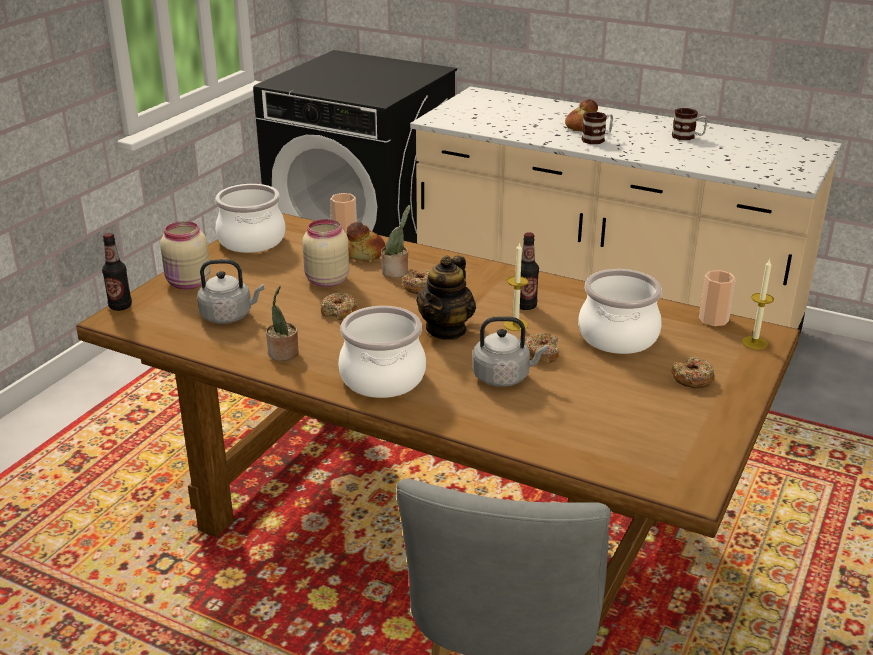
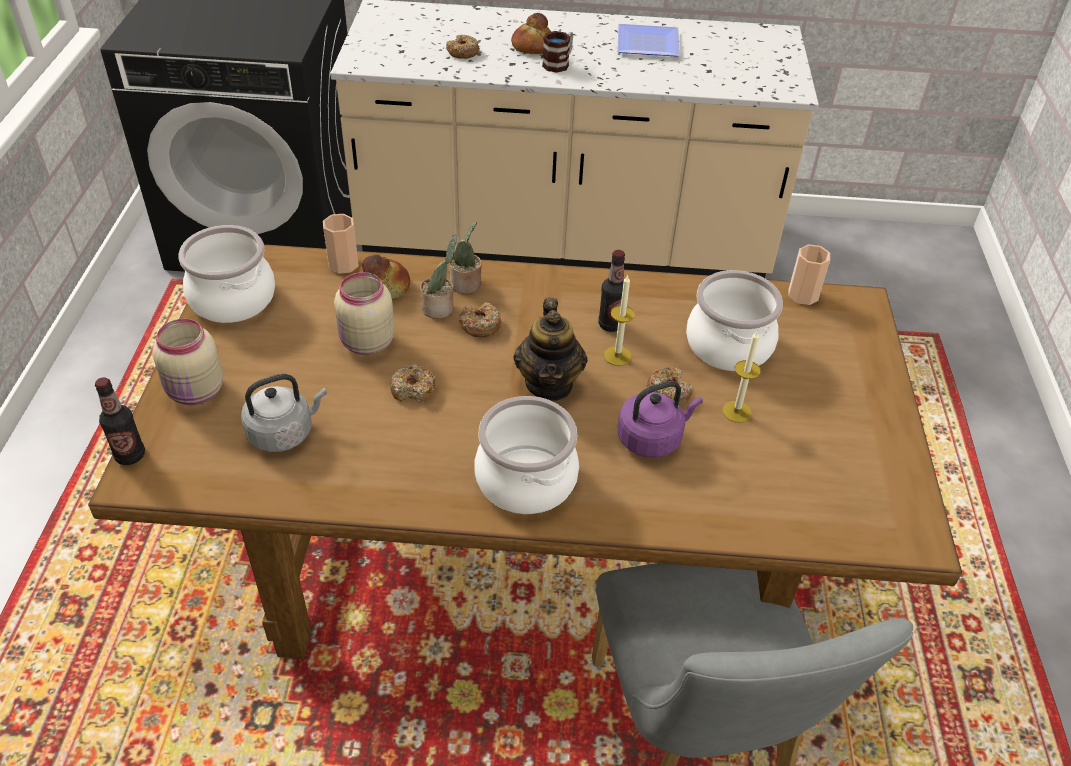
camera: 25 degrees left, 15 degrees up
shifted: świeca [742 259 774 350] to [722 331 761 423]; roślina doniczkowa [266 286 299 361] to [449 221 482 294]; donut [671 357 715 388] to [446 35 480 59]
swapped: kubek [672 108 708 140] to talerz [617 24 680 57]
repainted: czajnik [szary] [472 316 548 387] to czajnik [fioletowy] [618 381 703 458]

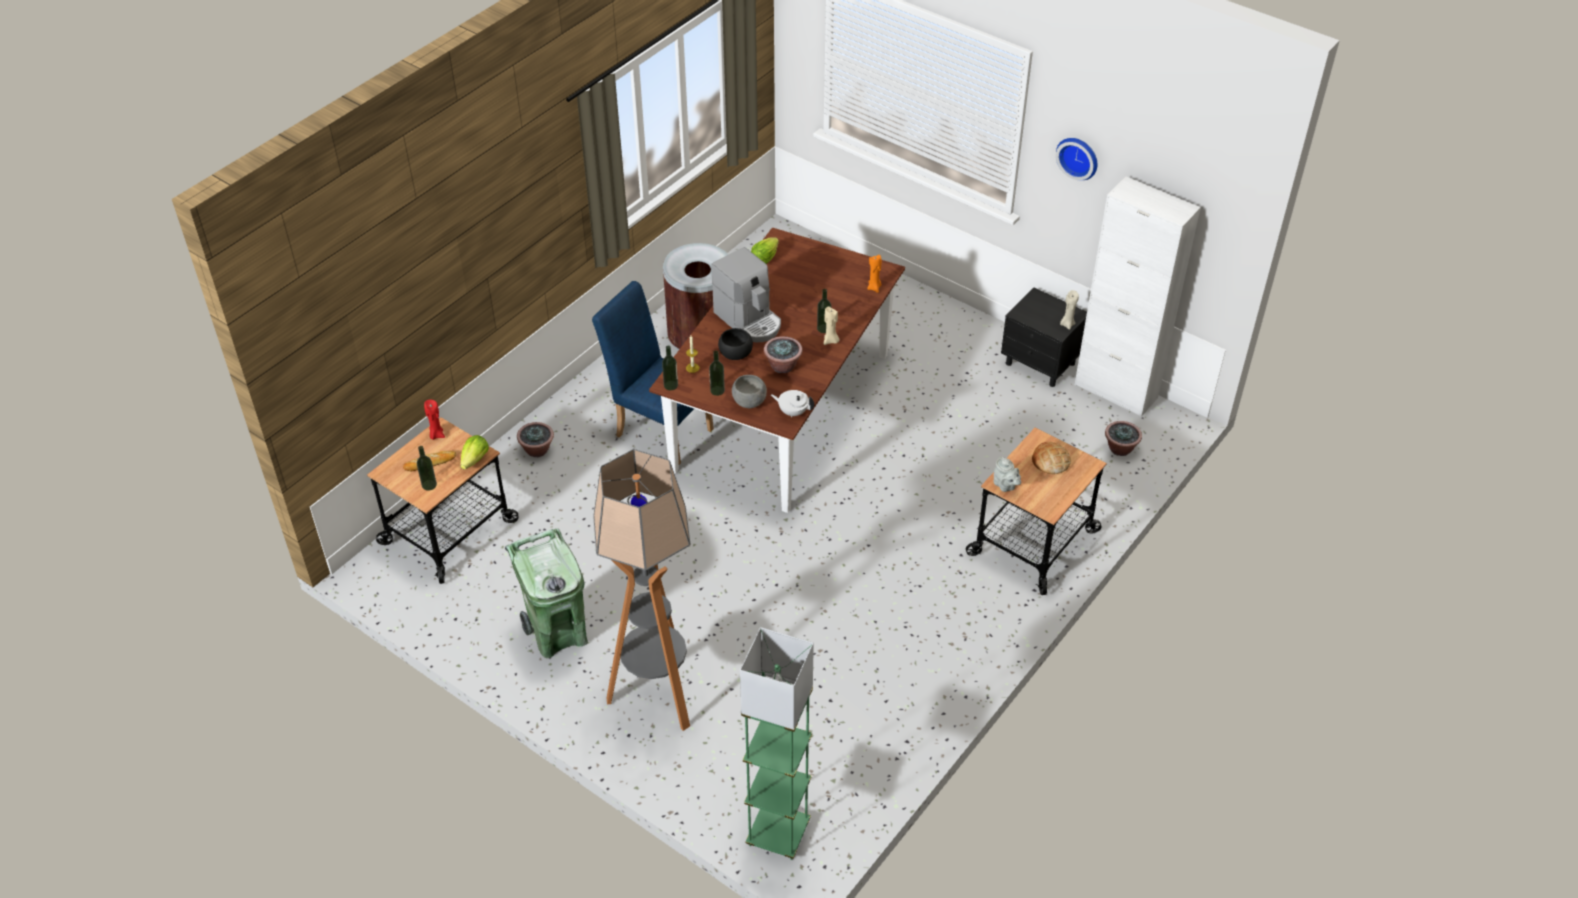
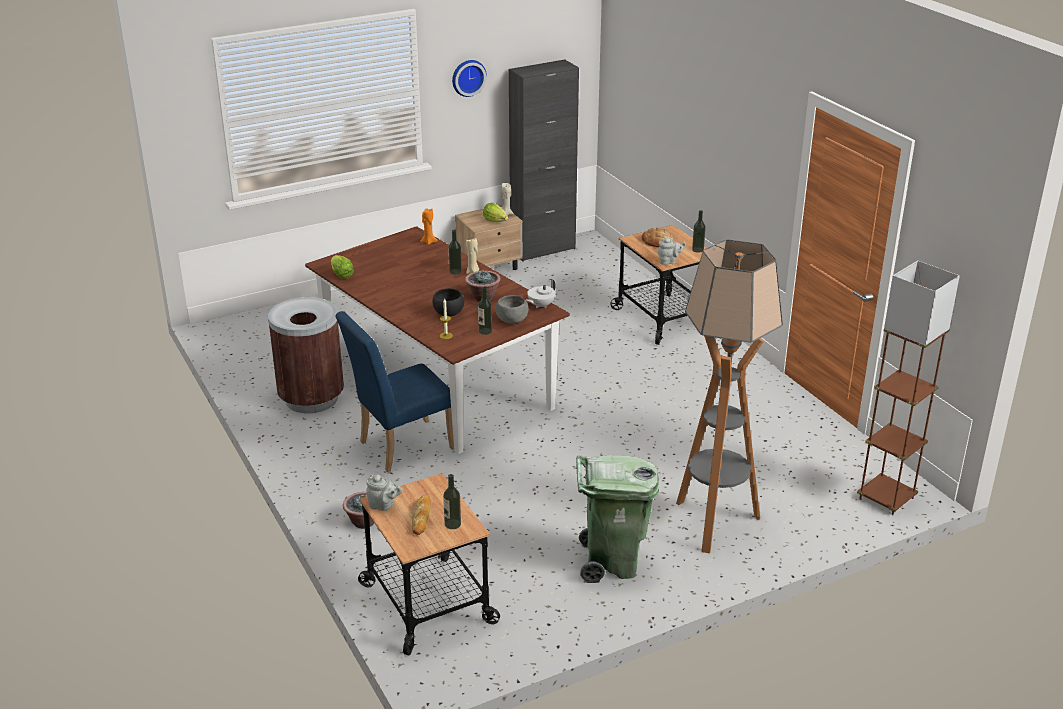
camera: 65 degrees left, 15 degrees down
gone: ekspres do kawy [711 247 781 342]; roślina doniczkowa [1105 421 1142 456]
shifted: butelka [662 345 678 390] to [692 210 706 253]; sałata [460 435 489 470] to [483 203 508 222]
swapped: świeca [czerwony] [424 400 445 440] to imbryk [szary] [366 475 403 511]
repainted: szafka [biały] [1075 177 1201 417] to szafka [czarny] [509 59 579 261]; szafka nocna [czarny] [1001 288 1087 387] to szafka nocna [beżowy] [455 205 523 270]; lampa stojąca [zielony] [740 627 814 860] to lampa stojąca [brązowy] [857 260 960 515]

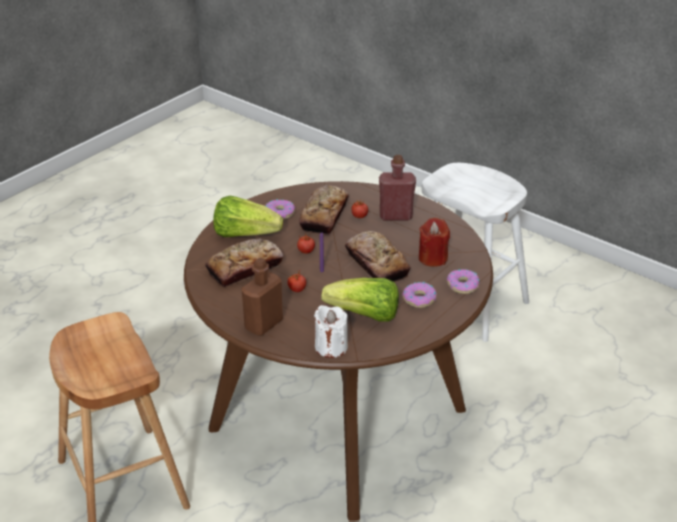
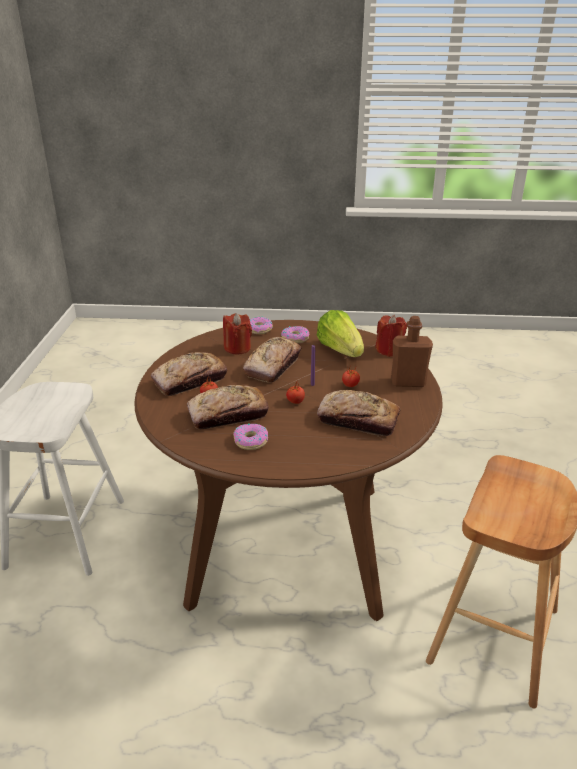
camera: 125 degrees left, 5 degrees down
gone: sałata [213 196 283 237]
swapped: butelka [czerwony] [379 155 416 220] to chleb [151 352 227 396]
repainted: świeca [biały] [314 305 348 358] to świeca [czerwony] [375 315 407 357]

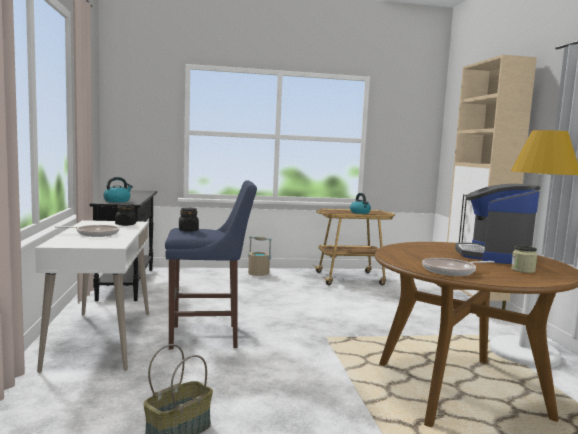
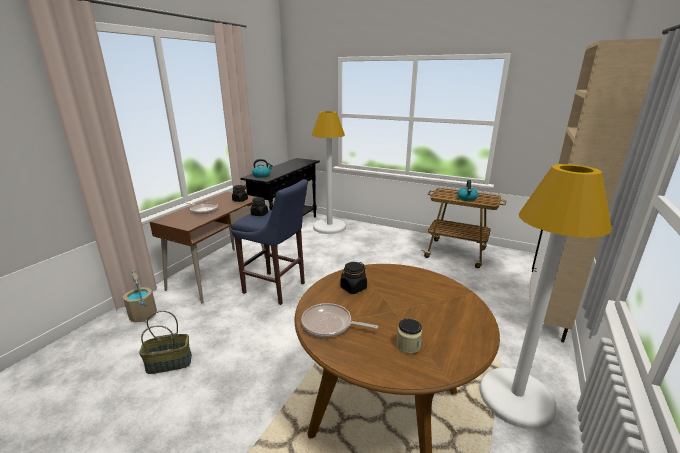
camera: 35 degrees right, 15 degrees up
gone: ekspres do kawy [455 184 540 264]
new: lampa stojąca [biały] [311 111 346 234]; słoik [czarny] [340 262 367 294]
shifted: wiadro [beżowy] [248 236 272 276] to [123 270 157 323]
repainted: biurko [biały] [35 220 149 373] to biurko [brązowy] [150 192 266 304]

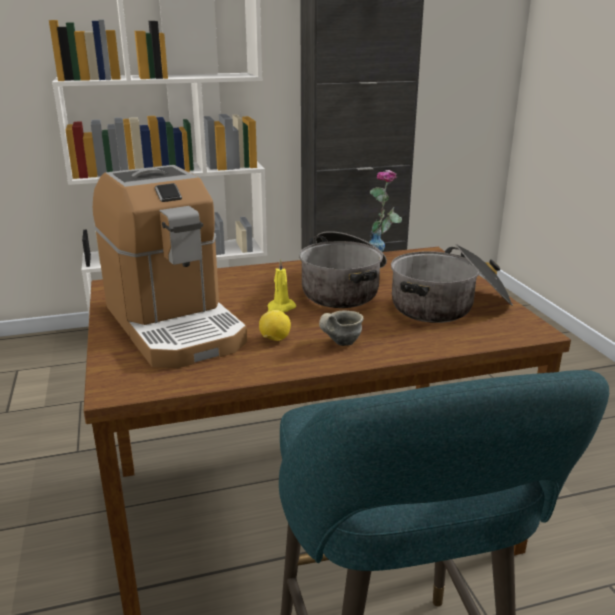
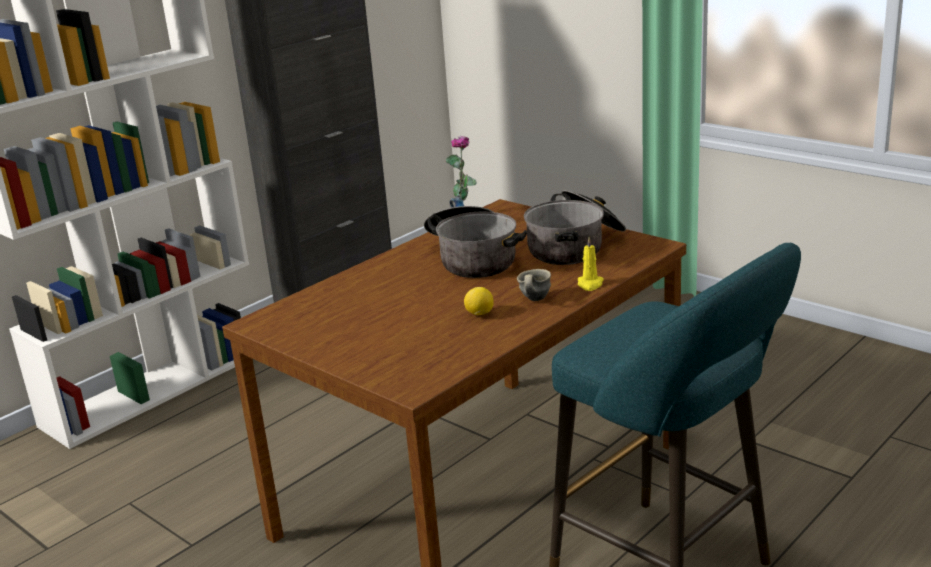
camera: 30 degrees left, 0 degrees up
gone: ekspres do kawy [93 165 247 368]
shifted: świeca [żółty] [267 259 296 313] to [578 237 604 291]

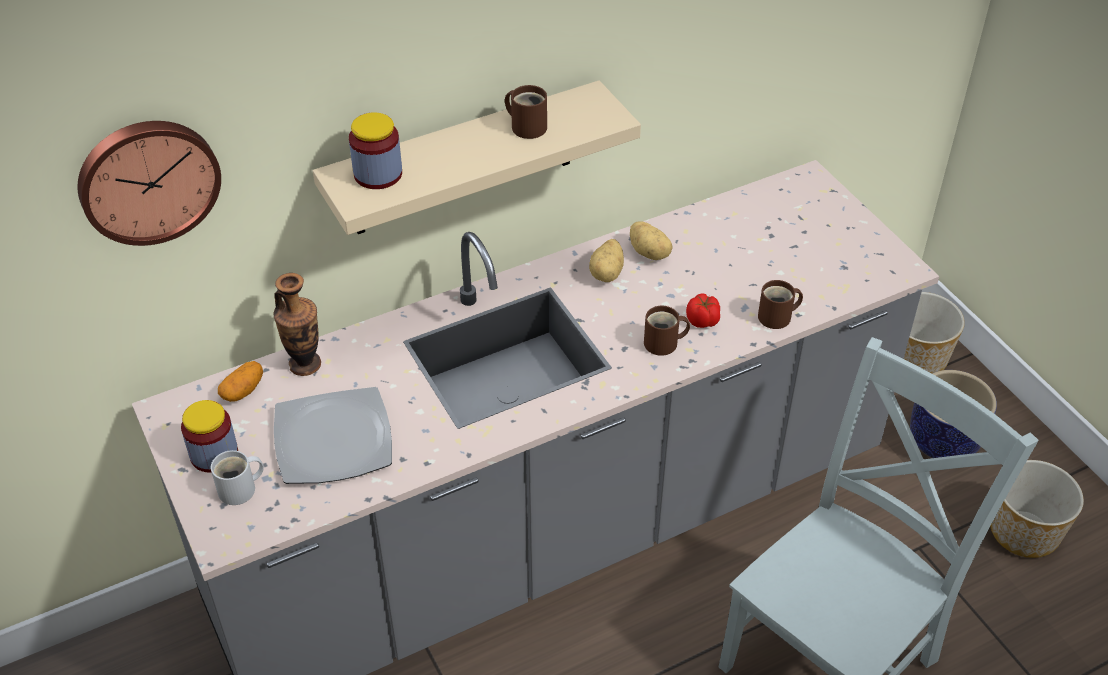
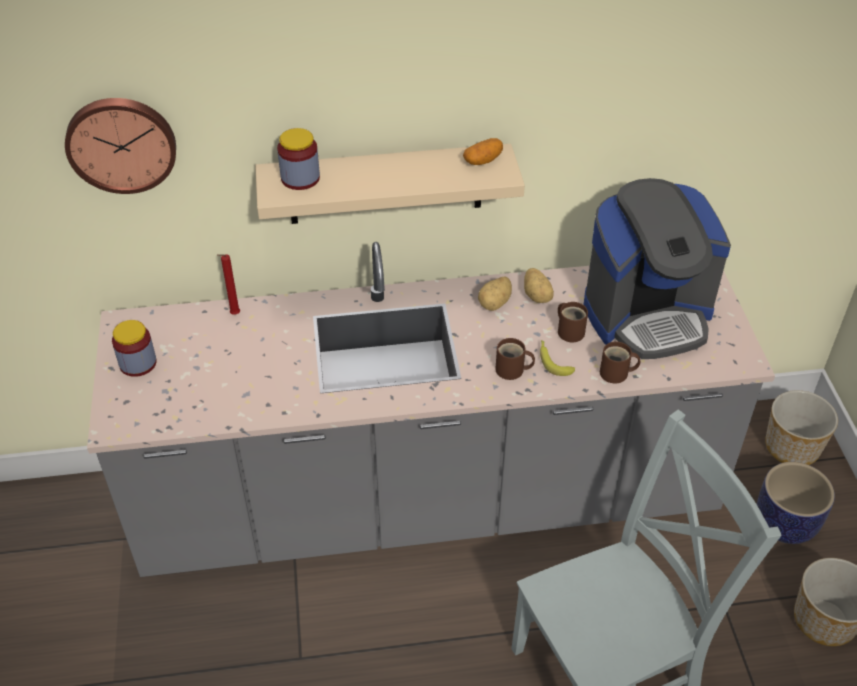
camera: 20 degrees right, 0 degrees up
gone: talerz [274 387 392 484]; kubek [biały] [211 450 264 505]
new: ekspres do kawy [583 178 731 359]
shifted: kubek [brązowy] [505 85 547 139] to [558 302 588 342]; ziemniak [218 361 263 402] to [463 138 503 165]
swapped: wazon [273 273 321 376] to świeca [czerwony] [217 254 240 315]; pomidor [686 293 720 328] to banan [540 340 575 376]

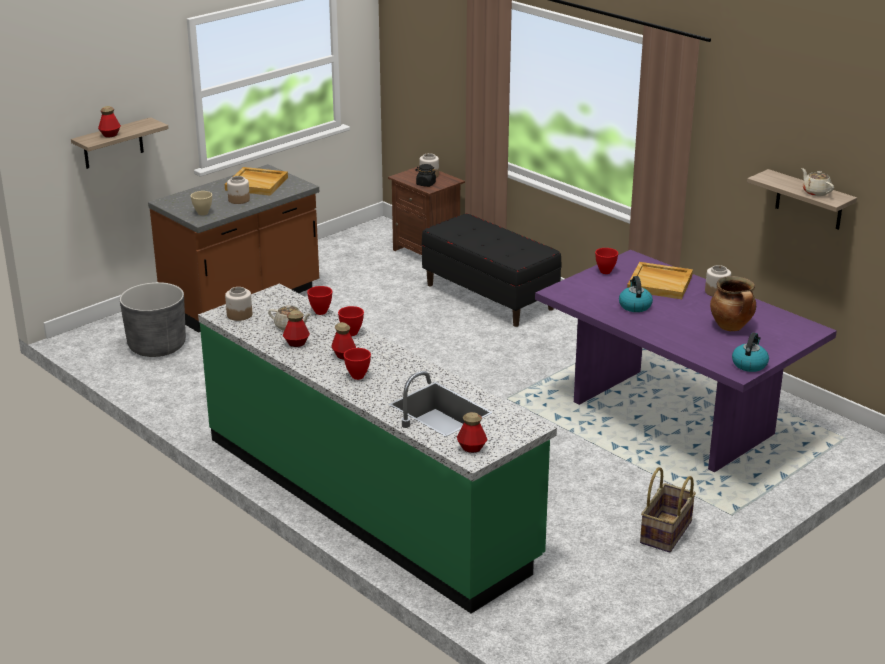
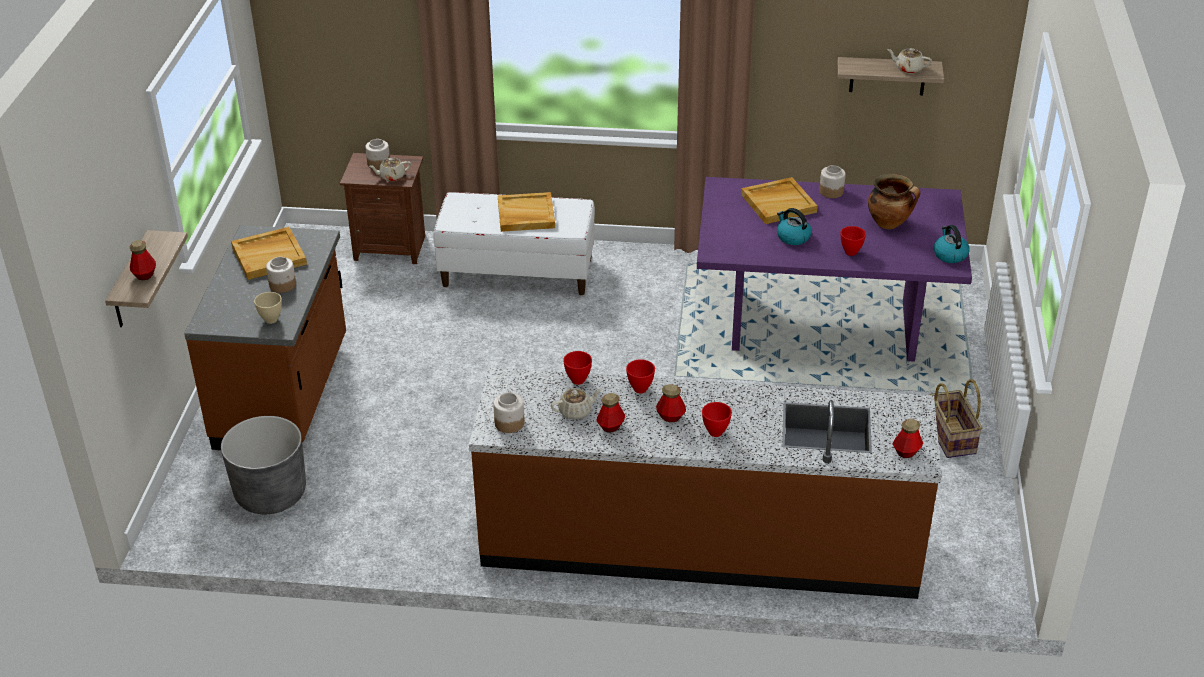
camera: 40 degrees left, 10 degrees up
new: taca [beżowy] [498 192 555 232]
shifted: miska [czerwony] [595 248 618 274] to [840 226 866 256]
swapped: słoik [czarny] [415 164 436 187] to imbryk [beżowy] [369 158 411 181]
repainted: ławka [czarny] [422 213 562 327] to ławka [biały] [434 192 595 295]; zabudowa kuchenna [zielony] [198 283 557 614] to zabudowa kuchenna [brązowy] [469 367 941 599]

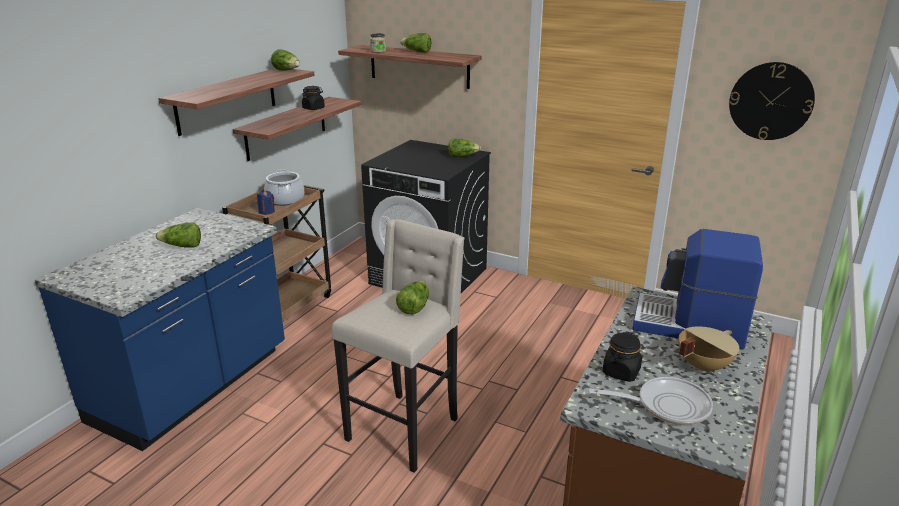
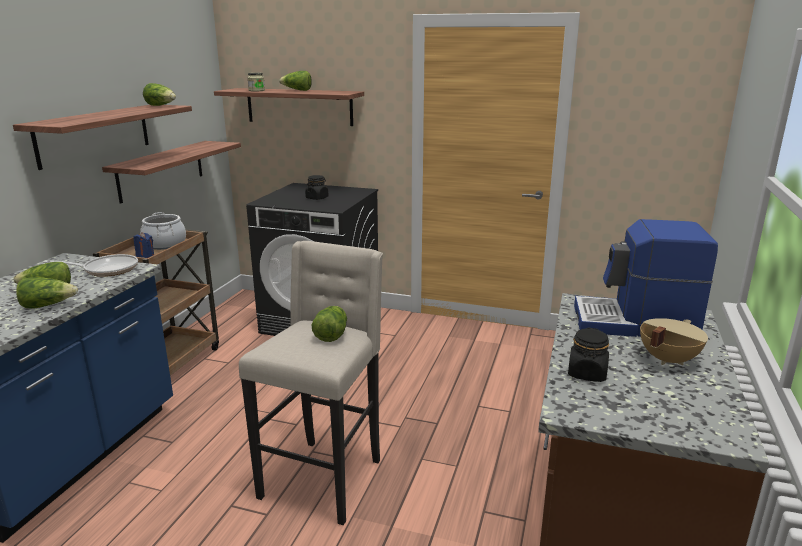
camera: 10 degrees left, 5 degrees down
gone: zegar ścienny [729 62 815 140]
shifted: słoik [czarny] [302 86 325 110] to [305 175 329 200]; sałata [448 138 481 157] to [16 277 78 309]; patelnia [588 377 713 425] to [43 254 138 277]

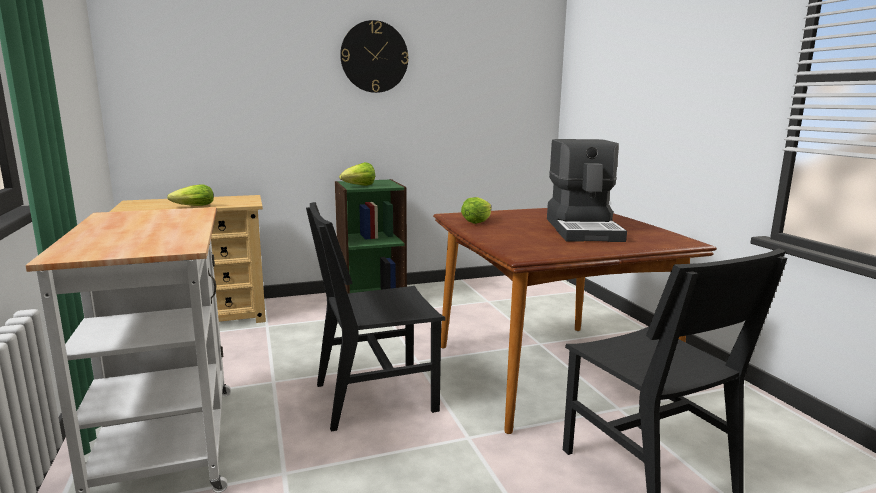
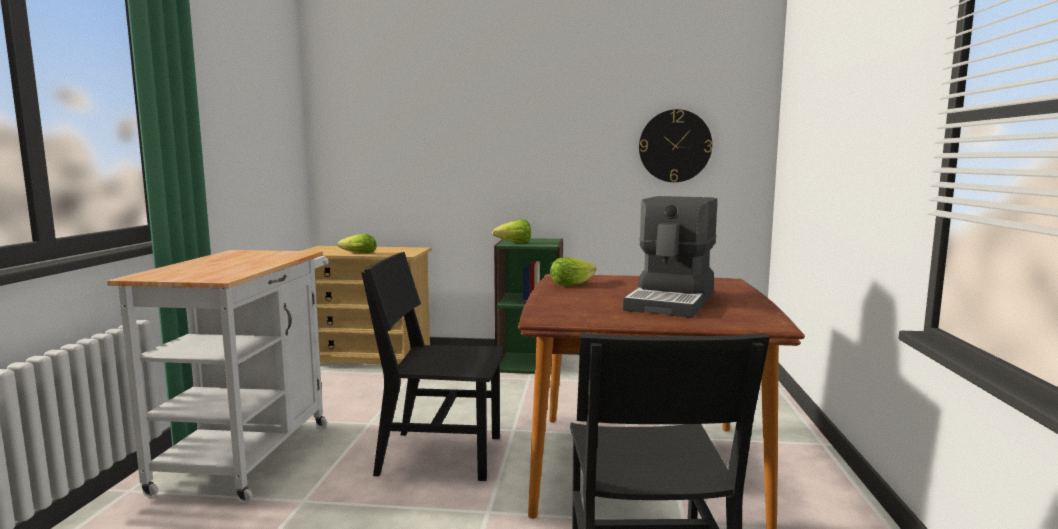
camera: 25 degrees right, 5 degrees down
shifted: zegar ścienny [340 20 408 93] to [639 109 712 182]

